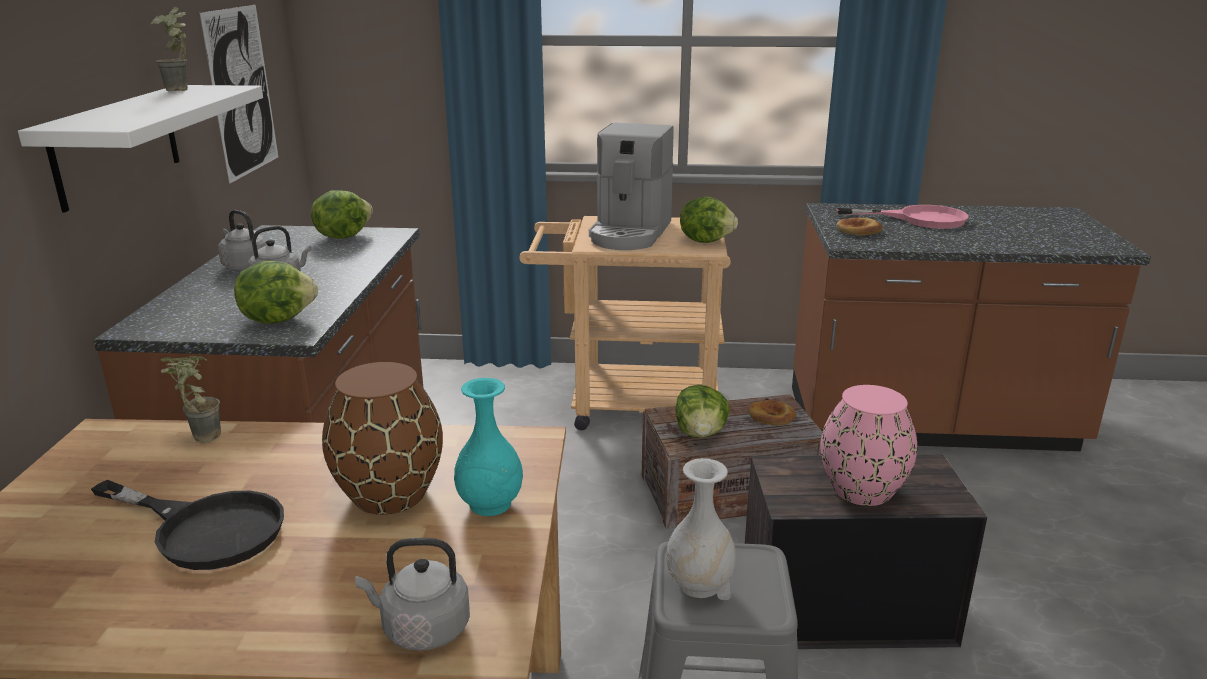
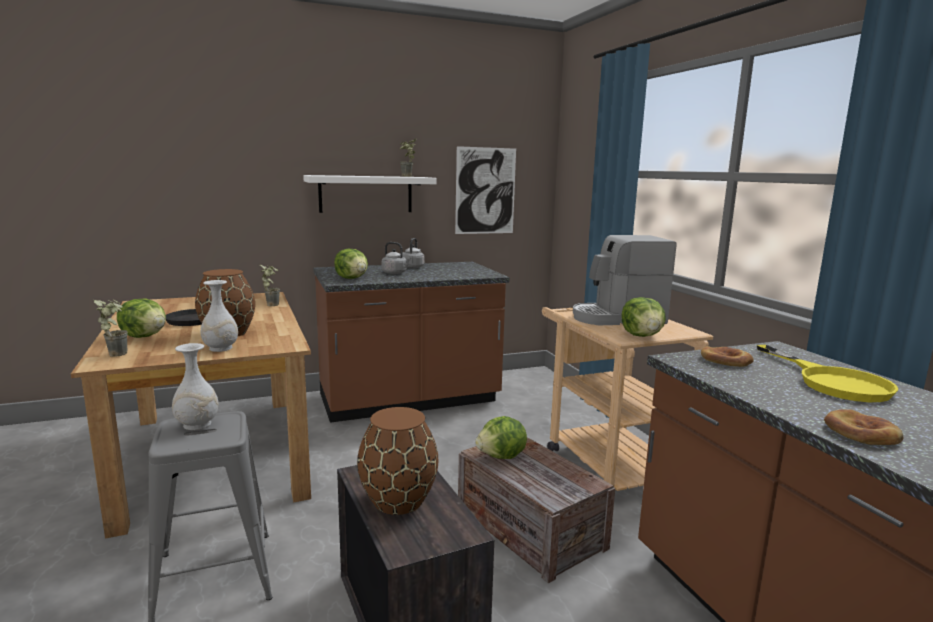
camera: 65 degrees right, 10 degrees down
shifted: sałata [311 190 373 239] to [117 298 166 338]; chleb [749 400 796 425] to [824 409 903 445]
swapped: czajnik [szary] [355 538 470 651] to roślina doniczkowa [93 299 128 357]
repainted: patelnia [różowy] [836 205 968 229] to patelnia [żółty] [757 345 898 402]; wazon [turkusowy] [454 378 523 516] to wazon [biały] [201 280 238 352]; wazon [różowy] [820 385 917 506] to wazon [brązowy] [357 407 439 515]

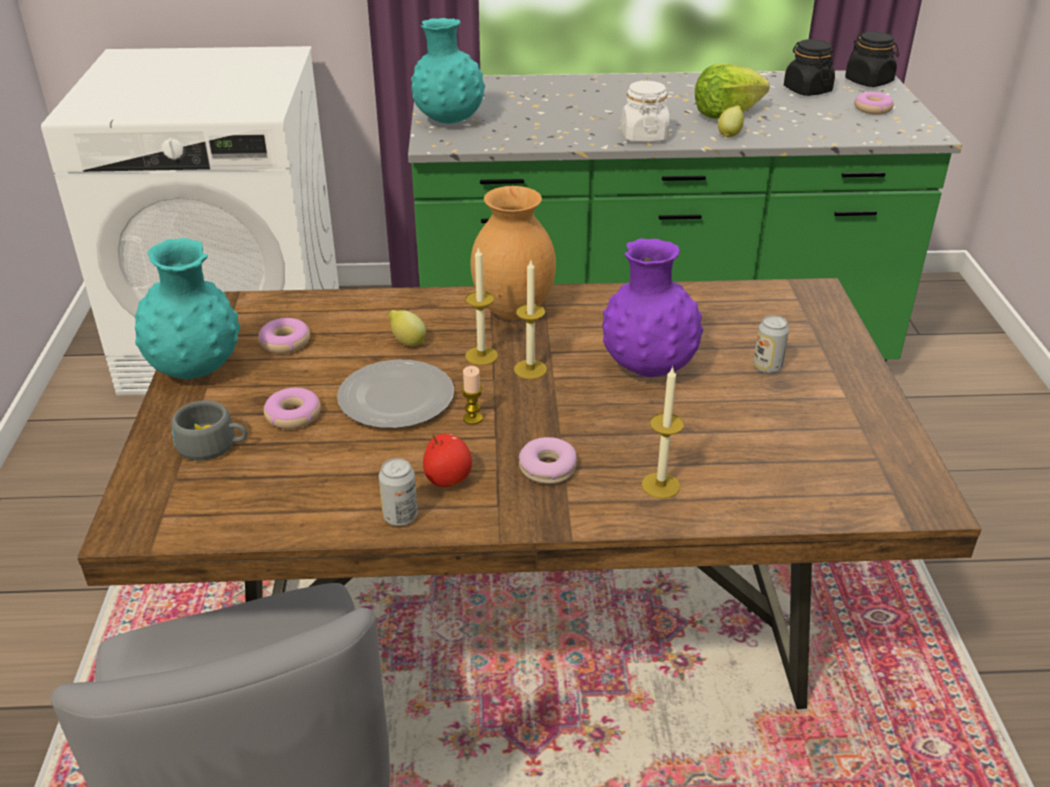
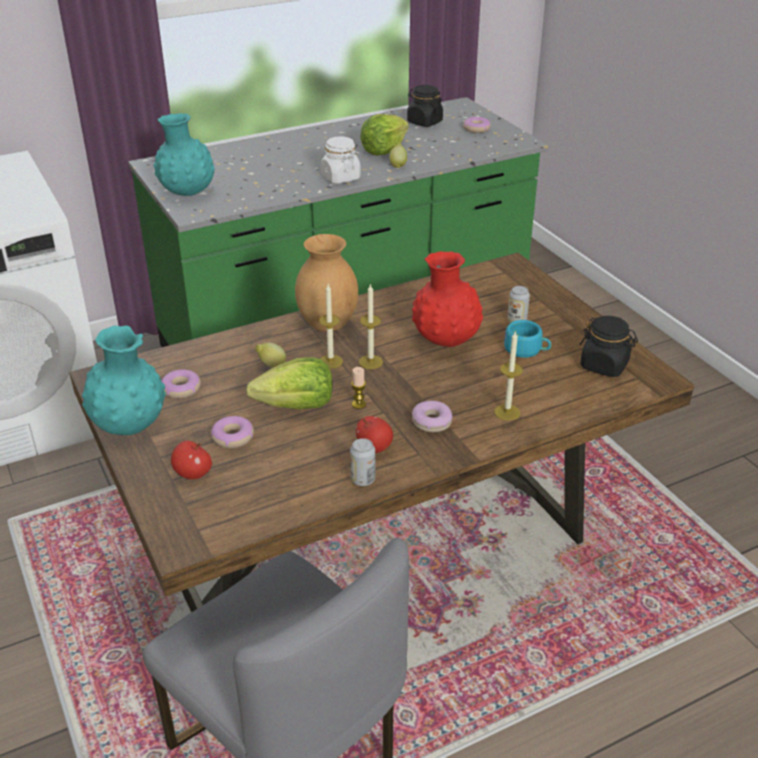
camera: 25 degrees left, 0 degrees up
new: filiżanka [turkusowy] [504 320 551 358]
shifted: słoik [czarny] [845 31 899 87] to [580 316 638 377]
swapped: talerz [337 360 454 428] to sałata [246 357 333 409]; filiżanka [szary] [171 400 247 461] to jabłko [171 441 212 480]
repainted: wazon [fioletowy] [602 239 703 377] to wazon [czerwony] [412 251 483 347]

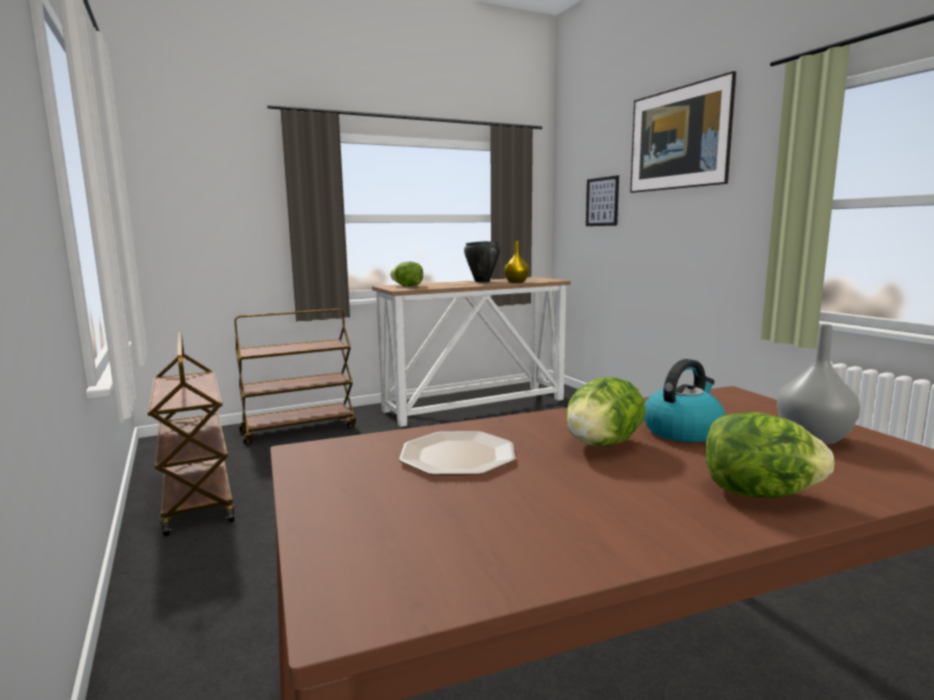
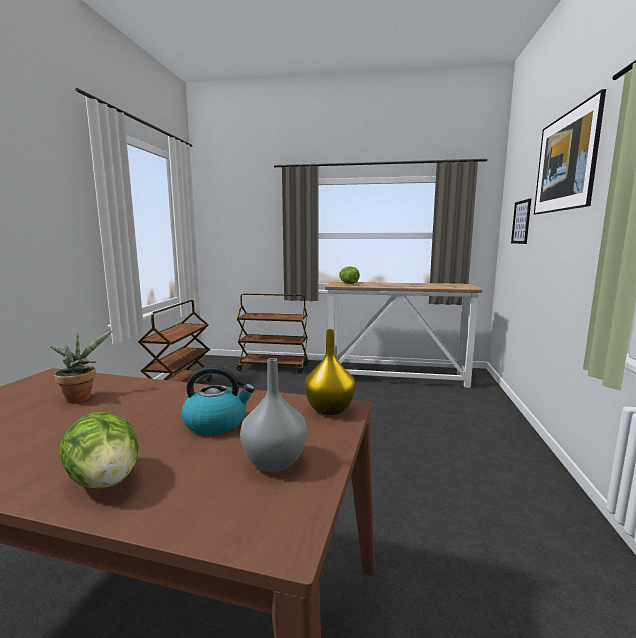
camera: 35 degrees right, 0 degrees up
gone: garnek [czarny] [464 241 500 282]; sałata [566 377 646 446]
shifted: wazon [żółty] [504 241 529 283] to [304 329 355 415]
swapped: talerz [399 431 515 475] to roślina doniczkowa [50 330 113 403]

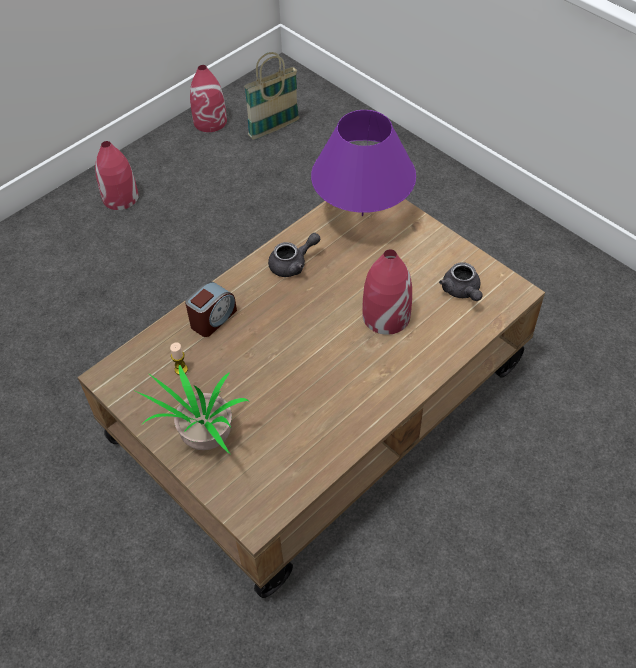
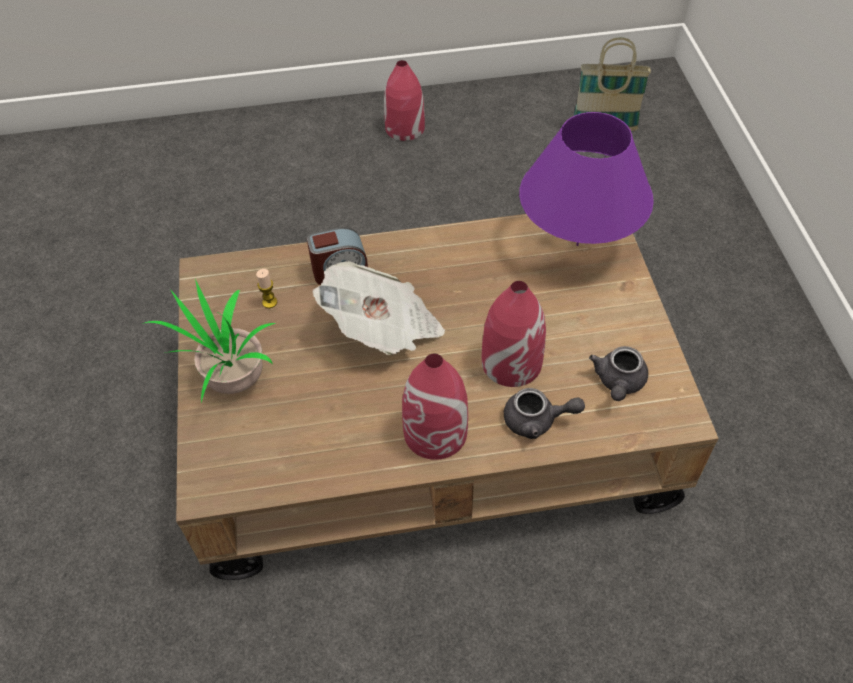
camera: 35 degrees right, 0 degrees up
new: gazeta [313 261 445 355]
shifted: wazon [czerwony] [190 65 227 132] to [402 353 468 460]; imbryk [szary] [268 233 320 277] to [504 388 585 439]

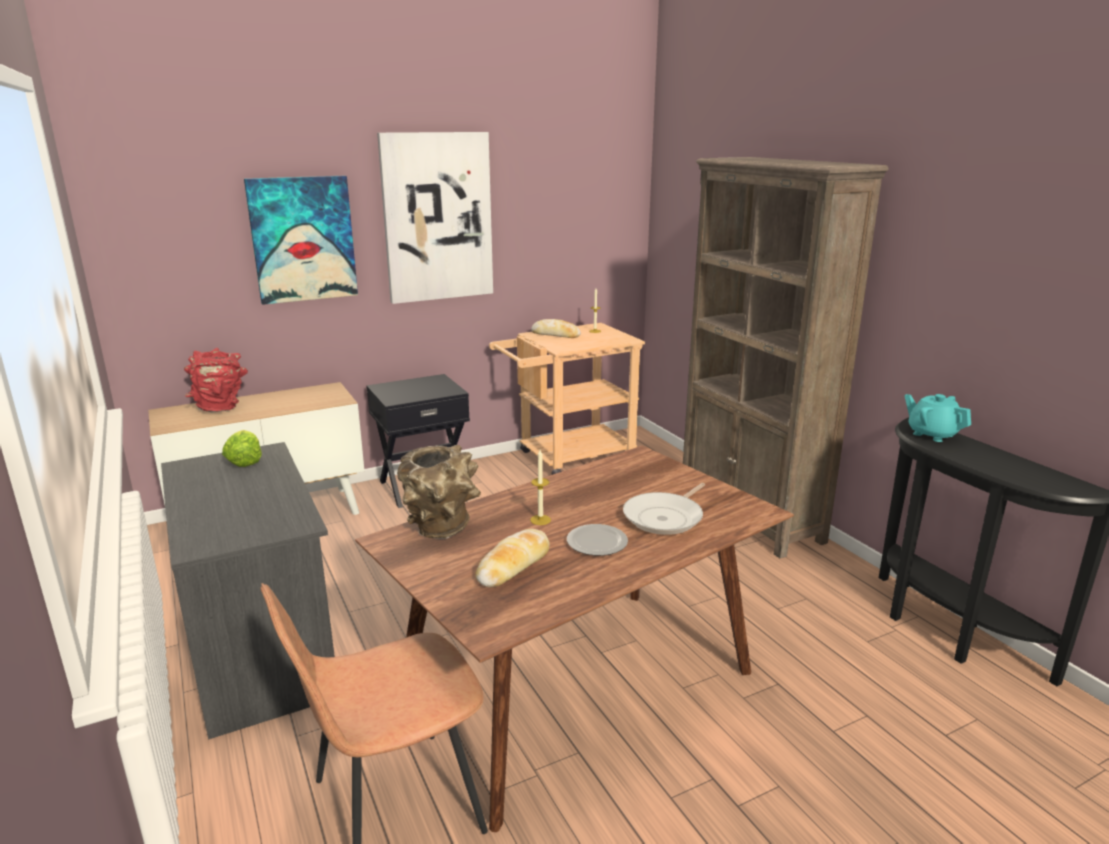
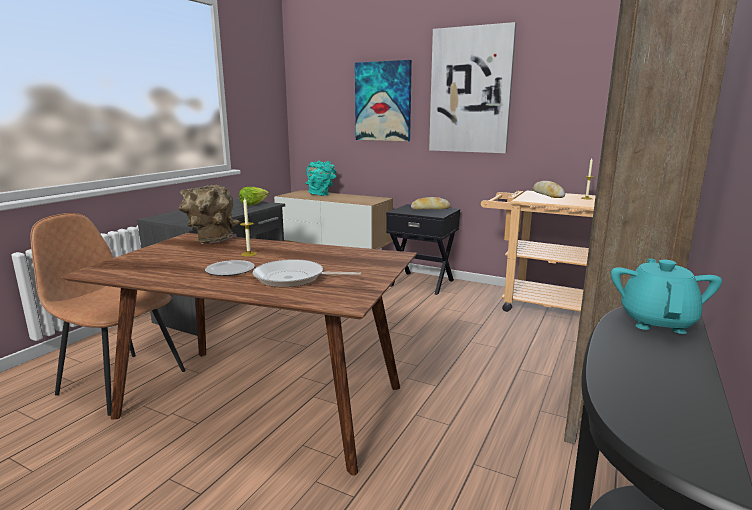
camera: 55 degrees right, 5 degrees down
shifted: chleb [475 529 550 588] to [411 197 450 210]
repainted: wazon [czerwony] [184 348 248 413] to wazon [turkusowy] [305 161 336 196]

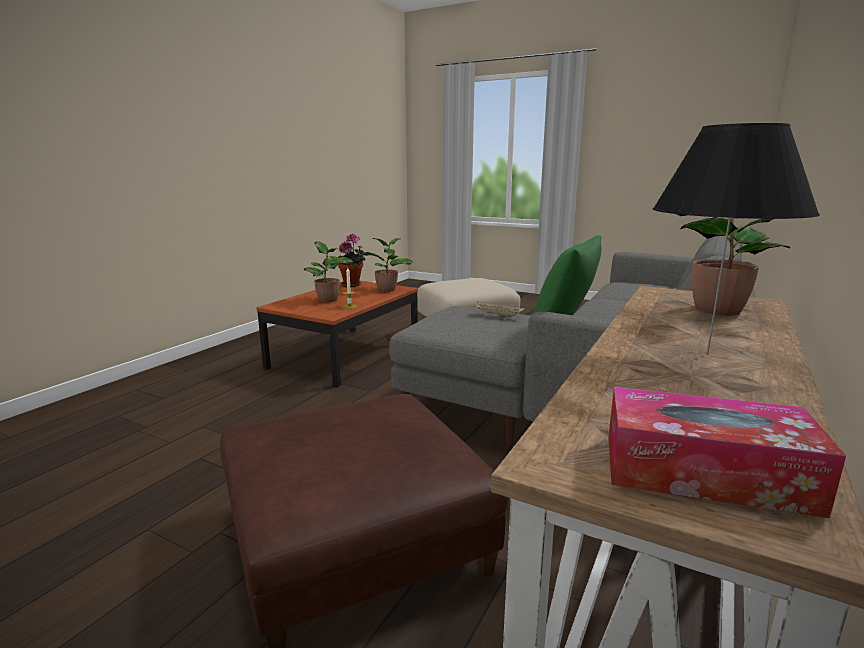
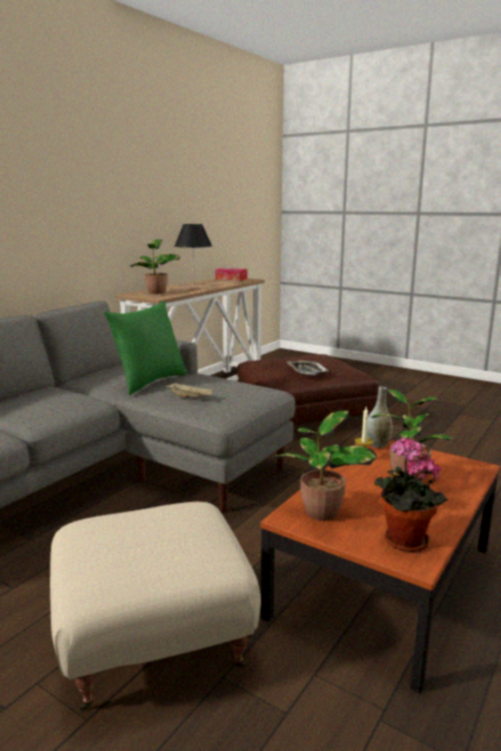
camera: 175 degrees left, 0 degrees up
new: taca [287 361 328 375]; wazon [szary] [367 387 393 448]

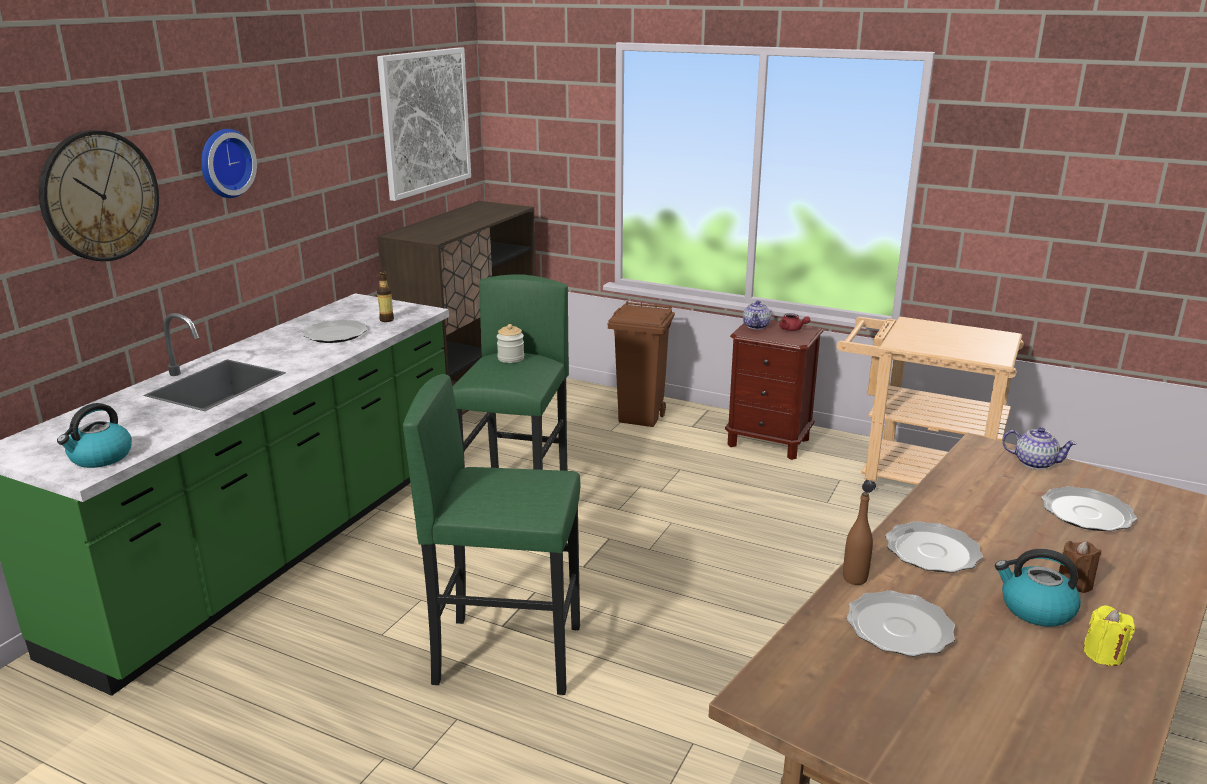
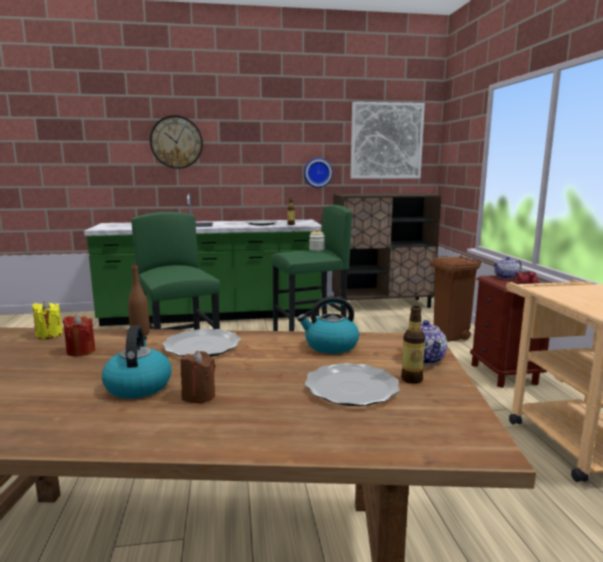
camera: 55 degrees right, 10 degrees down
new: butelka [401 306 425 384]
shifted: zegar ścienny [201 129 257 198] to [304 158 333 188]; czajnik [57 403 132 468] to [297 296 359 354]; świeca [żółty] [1083 605 1135 666] to [32 301 63 339]
swapped: talerz [846 590 955 656] to świeca [czerwony] [63 314 95 356]

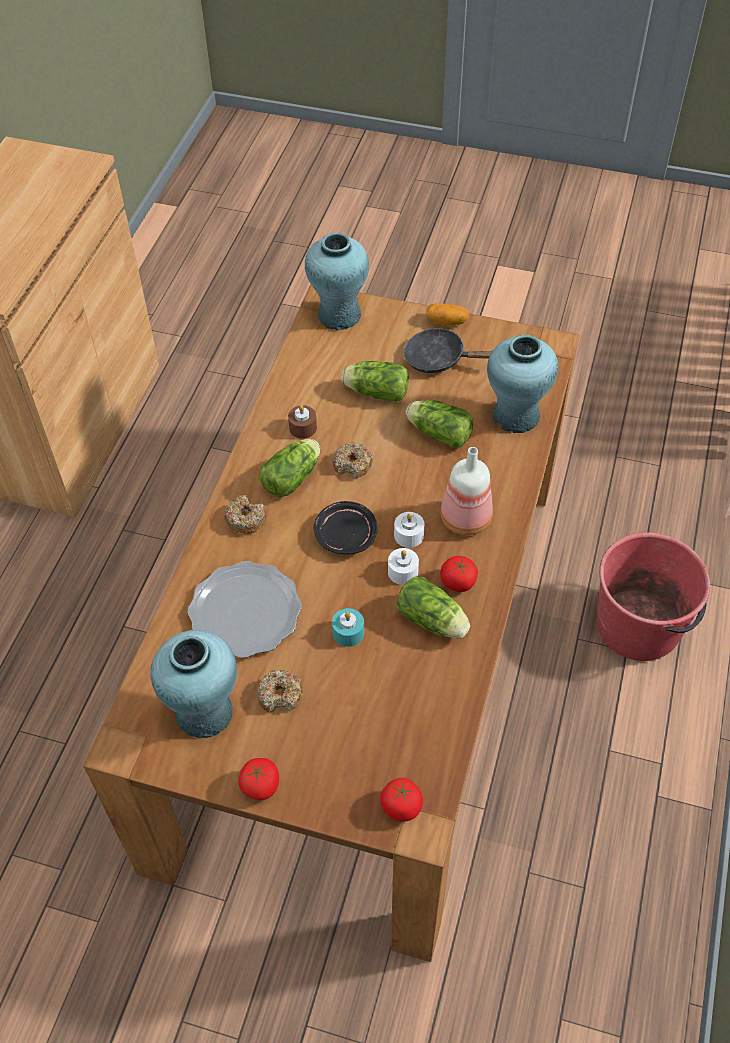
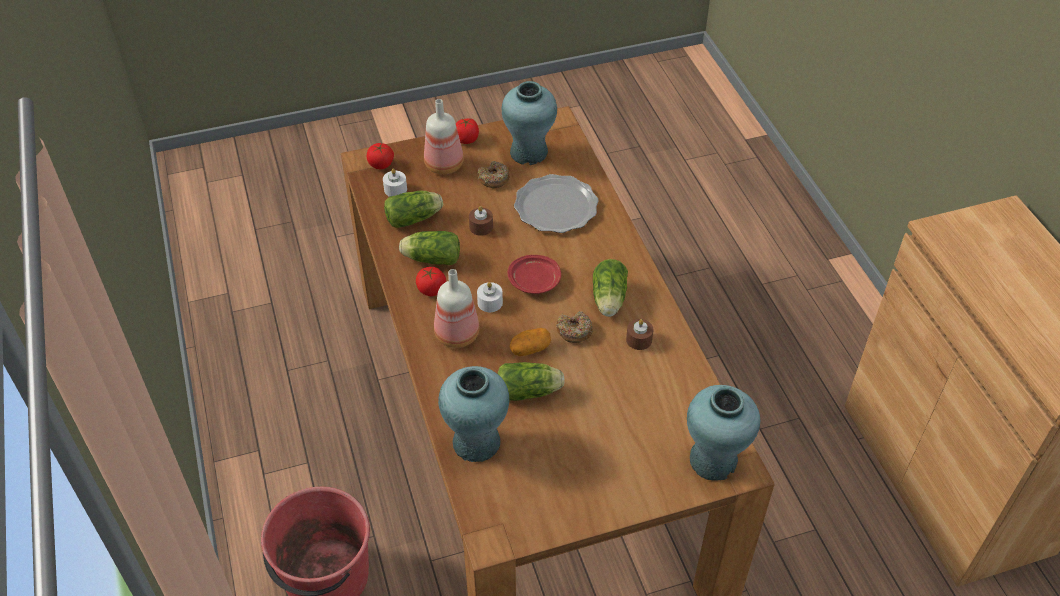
camera: 145 degrees right, 5 degrees down
gone: patelnia [czarny] [403 328 492 373]; donut [224 495 266 534]
new: butelka [424 99 464 174]
shifted: ziemniak [426 303 469 326] to [509 328 551 356]; sałata [341 361 409 402] to [384 191 443 228]; świeca [biały] [388 548 419 585] to [383 169 407 197]
repainted: talerz [czarny] [314 501 378 554] to talerz [czerwony] [507 255 561 294]; świeca [turkusowy] [332 608 364 647] to świeca [brązowy] [469 206 493 236]

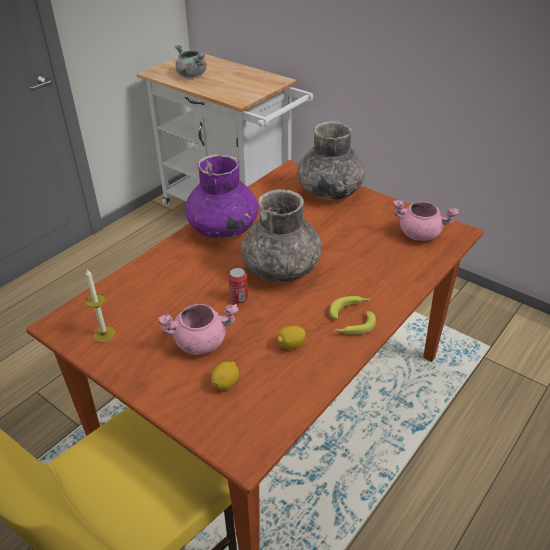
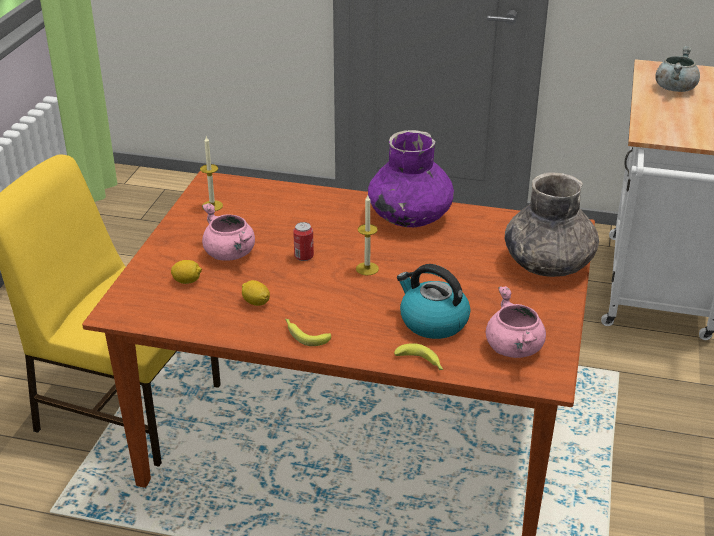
camera: 65 degrees right, 5 degrees down
new: czajnik [397 264 470 339]
shifted: banan [329 296 370 319] to [394 343 443 370]
swapped: wazon [szary] [240 190 322 282] to świeca [356 195 379 275]

